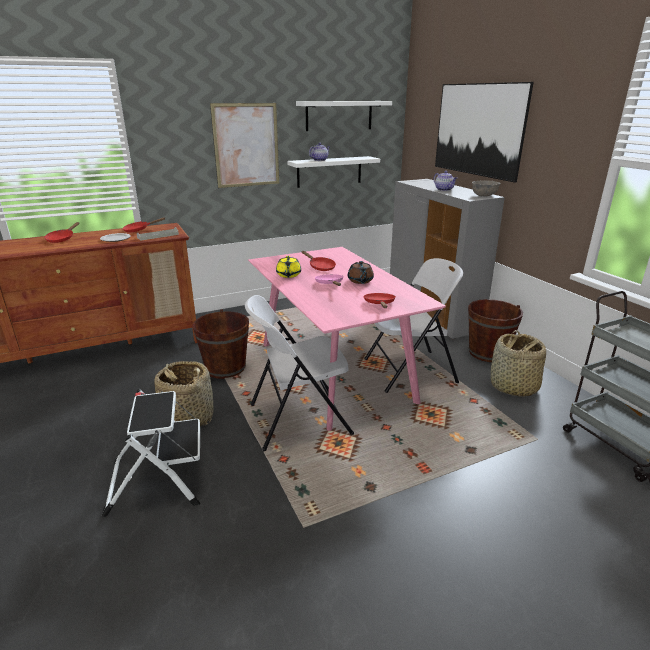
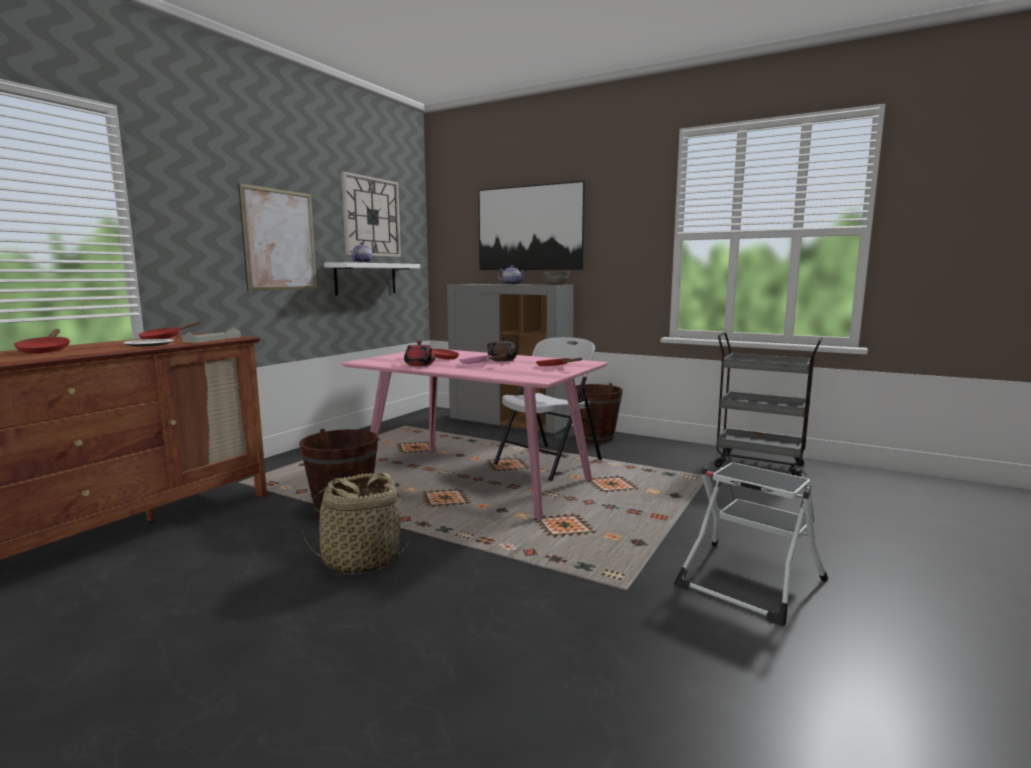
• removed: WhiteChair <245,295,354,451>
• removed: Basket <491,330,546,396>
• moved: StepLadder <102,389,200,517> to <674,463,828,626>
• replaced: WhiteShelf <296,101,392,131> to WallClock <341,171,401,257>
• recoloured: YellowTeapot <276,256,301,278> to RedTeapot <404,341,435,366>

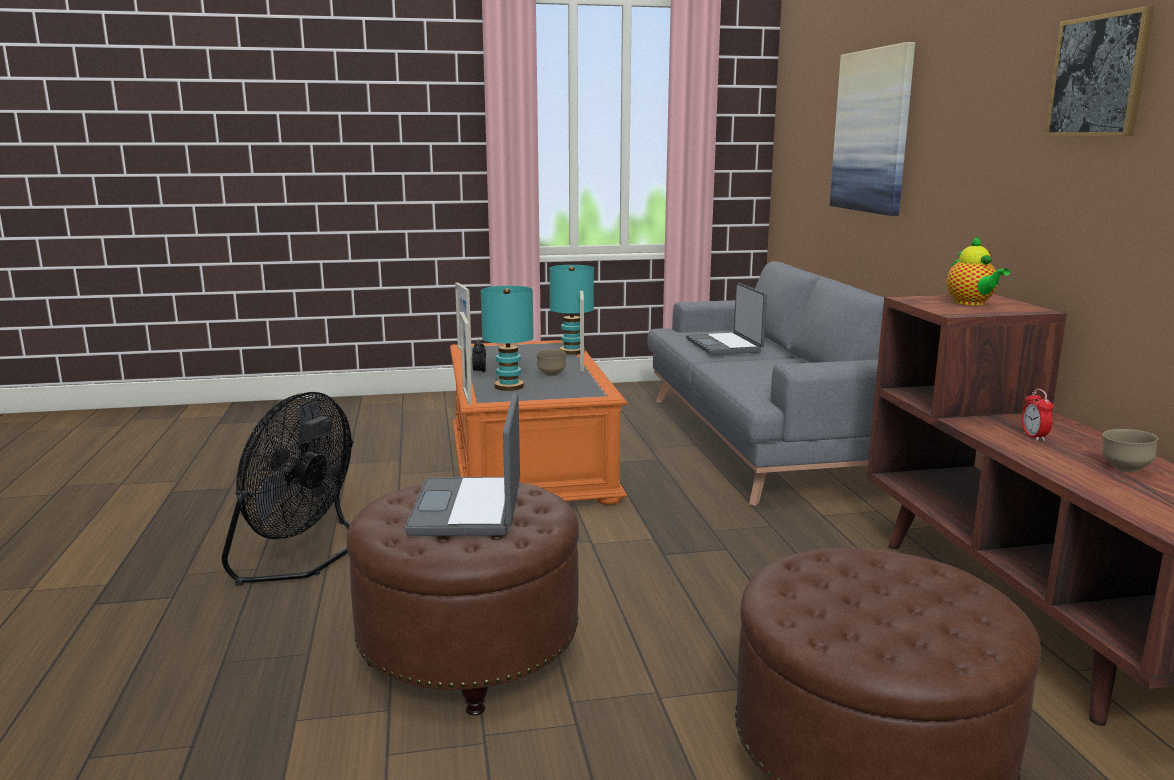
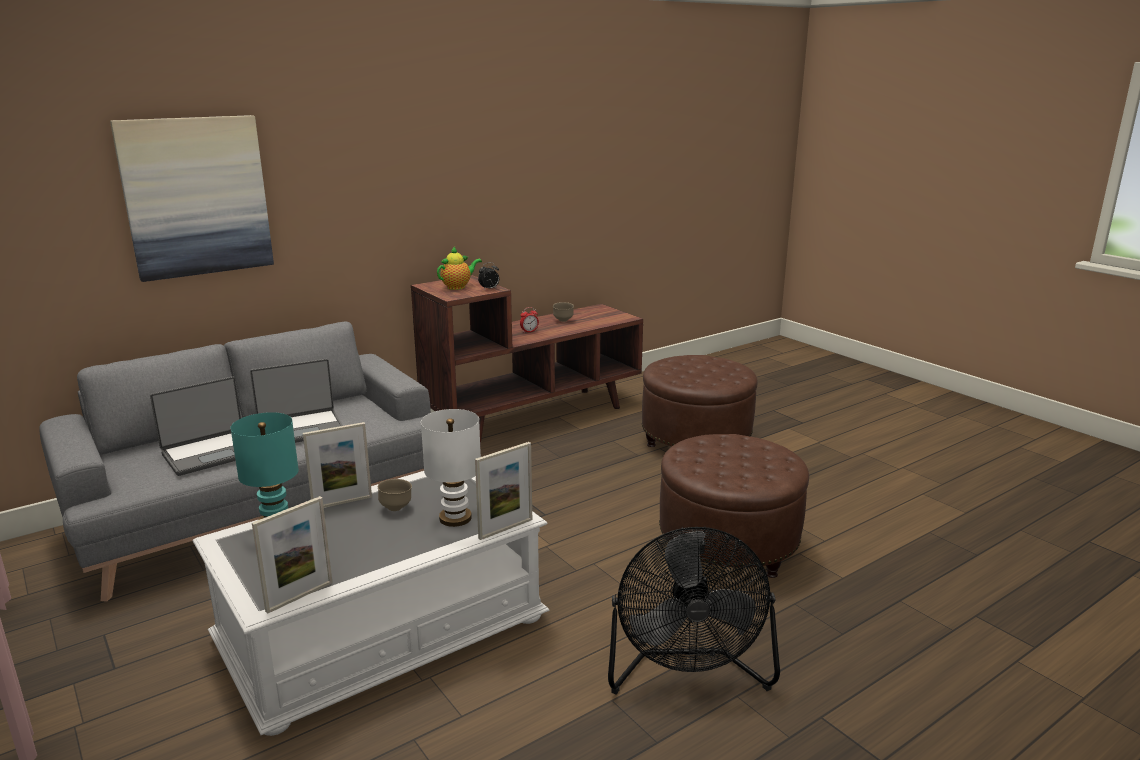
• removed: Picture <1045,6,1154,136>
• moved: Laptop <404,393,520,536> to <250,359,343,443>
• moved: AlarmClock <472,339,486,373> to <478,262,499,290>
• recoloured: OrangeCoffeeTable <450,340,627,505> to WhiteCoffeeTable <192,471,549,736>
• recoloured: TurquoiseTableLamp <481,286,534,391> to WhiteTableLamp <421,409,481,527>

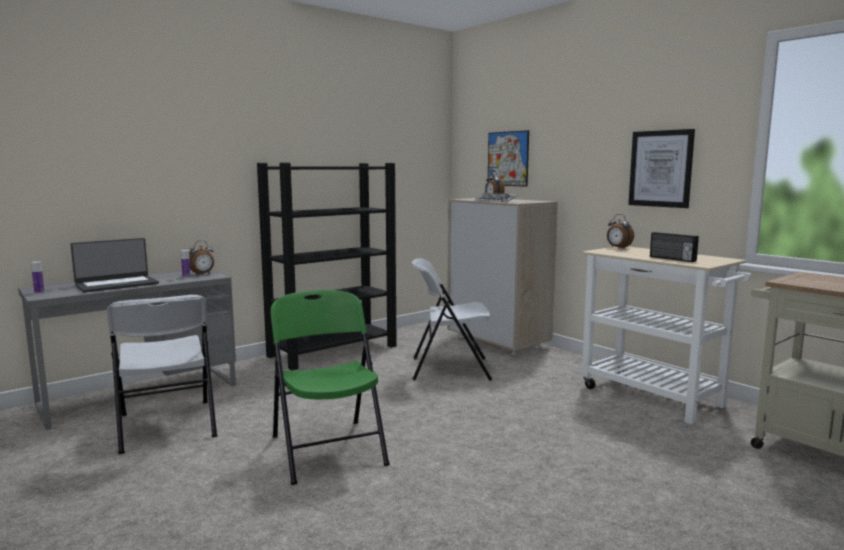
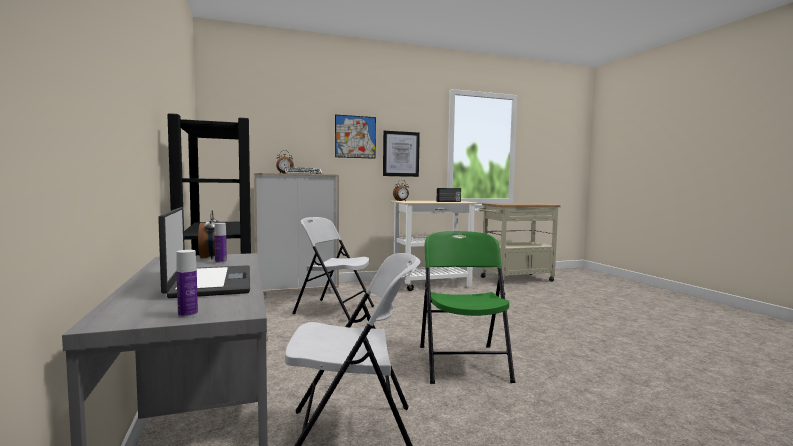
• moved: Picture <488,130,529,187> to <335,115,376,159>
• turned: GreenChair <270,290,390,485> = <420,231,516,384> 90 degrees clockwise
• turned: WhiteChair <411,258,492,381> = <292,217,374,320> 90 degrees clockwise

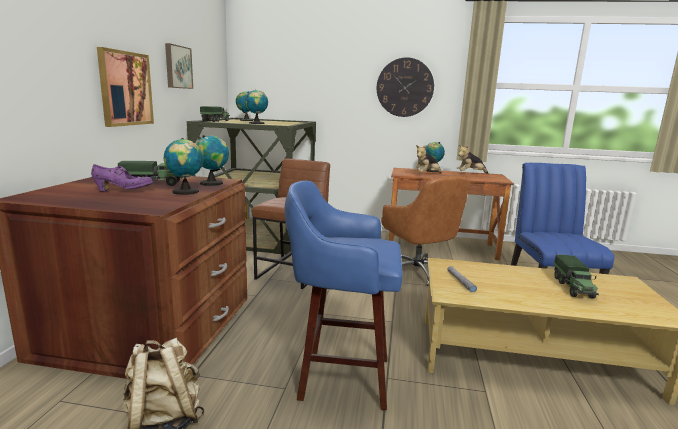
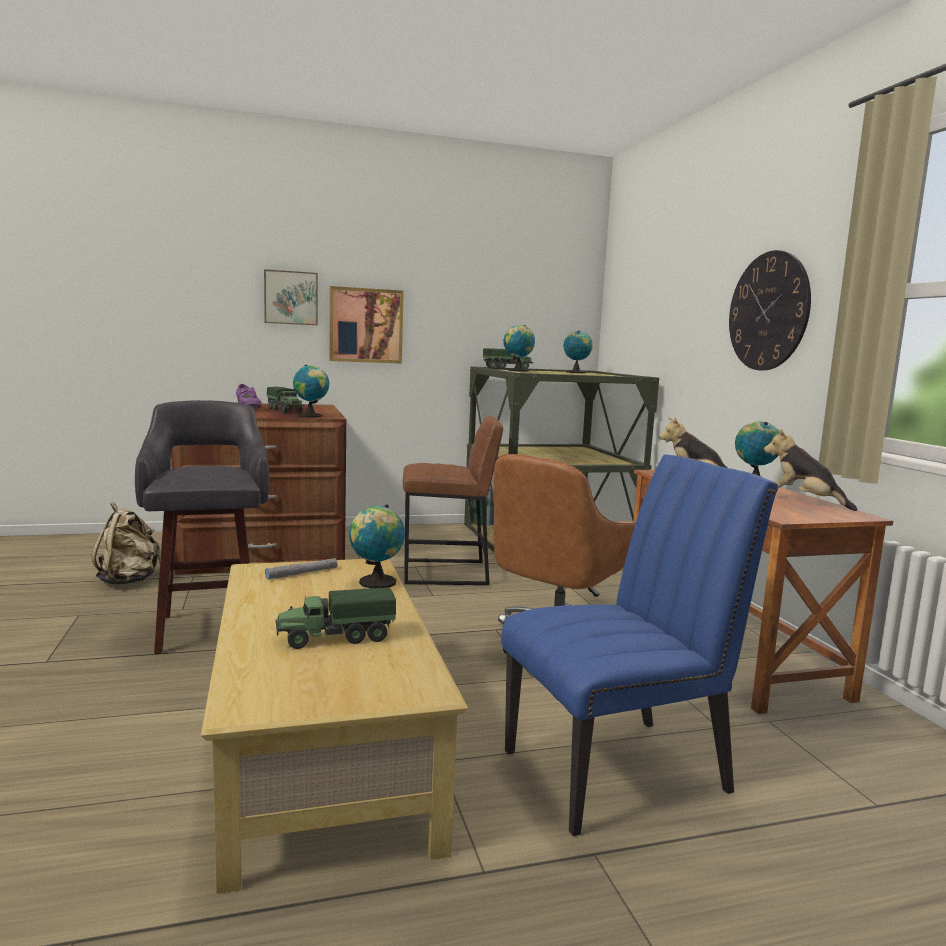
• moved: Globe <163,138,204,195> to <349,504,405,588>
• moved: Picture <165,43,193,89> to <264,269,318,325>
• recoloured: BlueStool <285,181,402,410> to GreyStool <135,400,269,654>

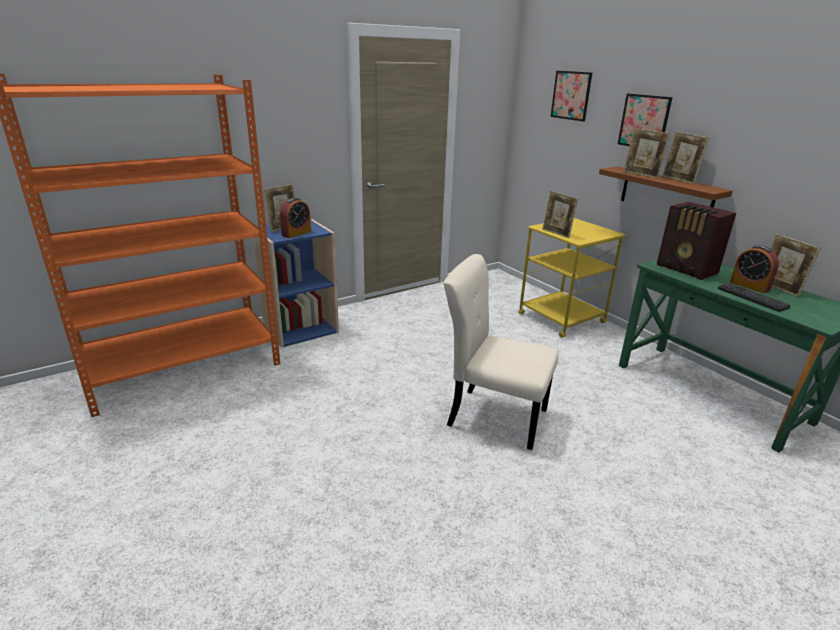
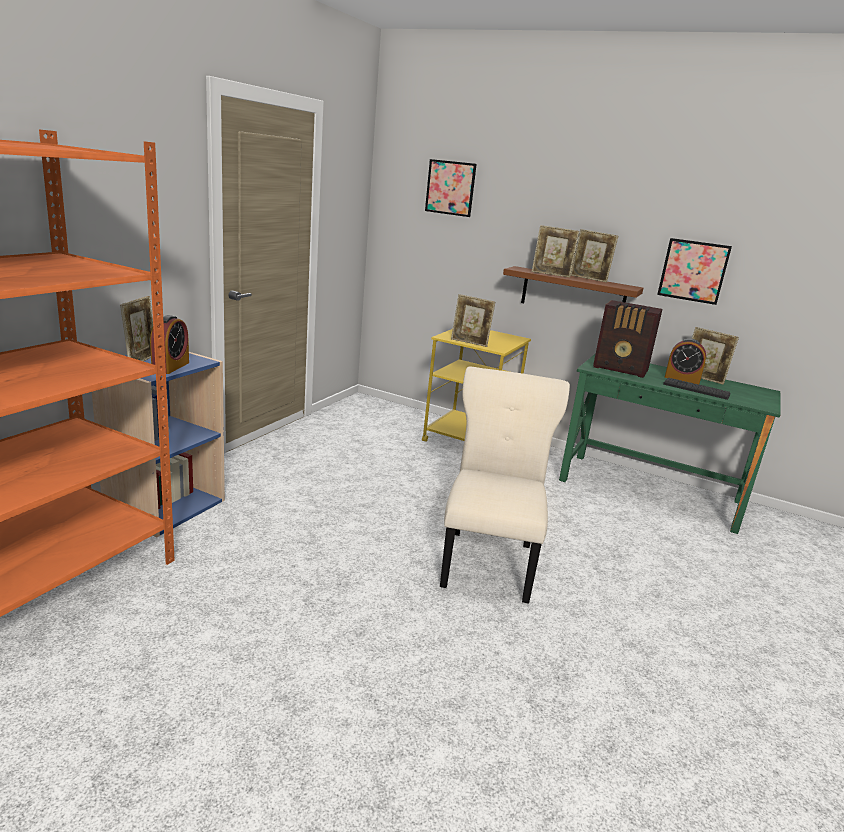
• moved: Picture <618,94,673,146> to <657,238,732,305>
• turned: BeigeChair <443,254,558,450> = <440,367,570,604> 105 degrees clockwise

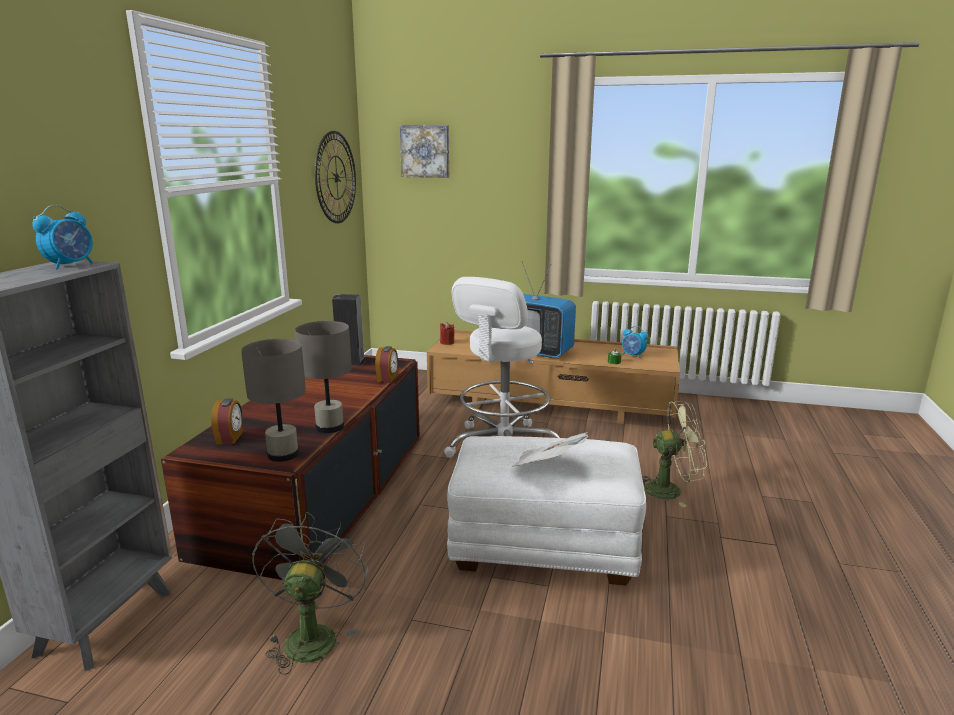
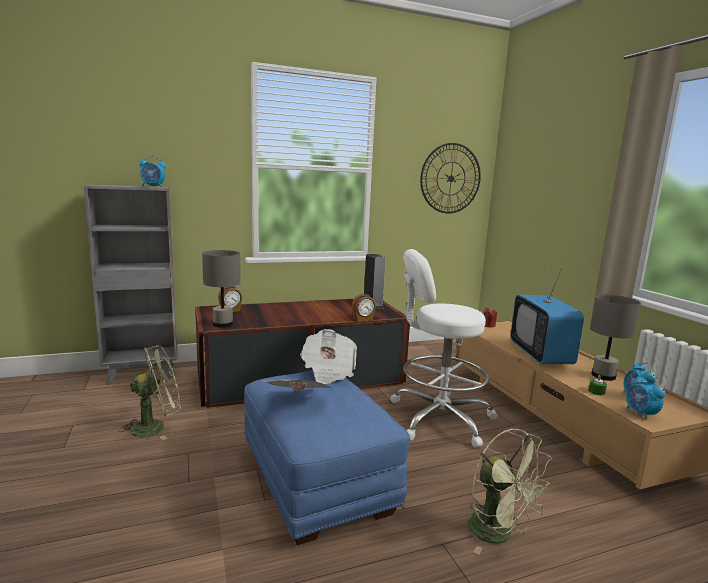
• removed: Picture <400,125,449,178>
• added: Newspaper <300,329,357,384>
• added: AlarmClock <626,376,665,420>
• moved: GreyTableLamp <295,321,352,433> to <590,294,641,381>
• recoloured: GreyFan <252,512,368,675> to GreenFan <119,345,180,440>
• recoloured: WhiteOttoman <447,436,646,586> to BlueOttoman <244,370,409,545>

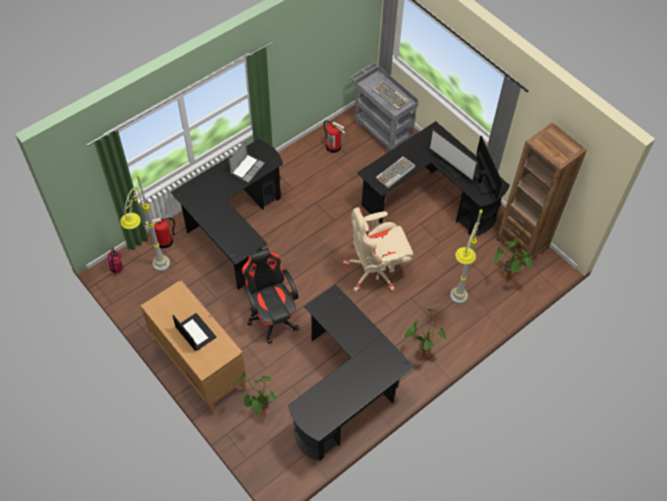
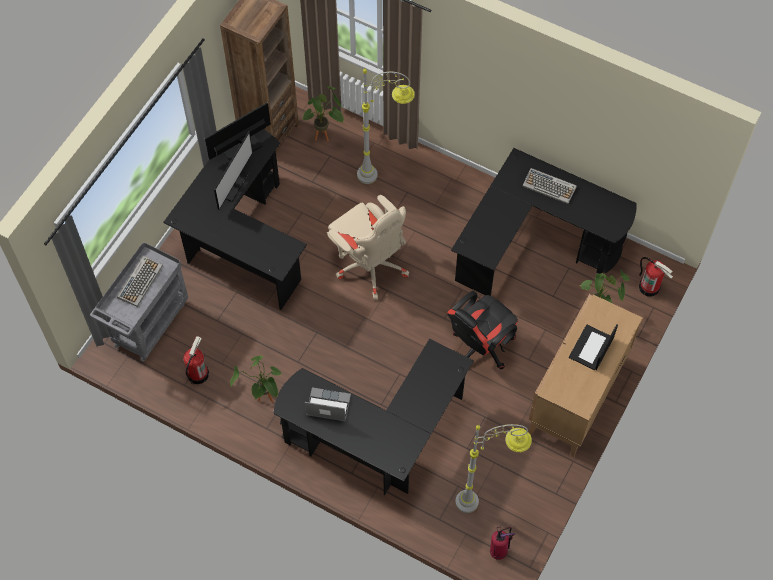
• moved: FireExtinguisher <145,218,175,249> to <639,257,673,297>
• moved: Keyboard <376,156,415,188> to <523,168,577,204>
• moved: PottedPlant <405,307,447,359> to <230,355,282,402>

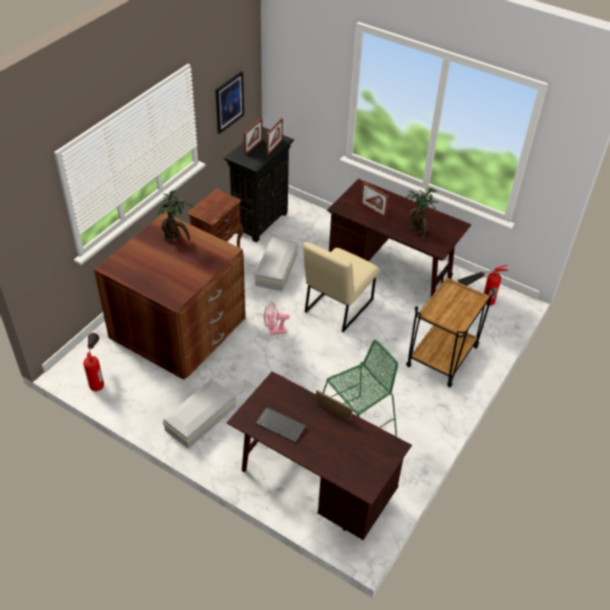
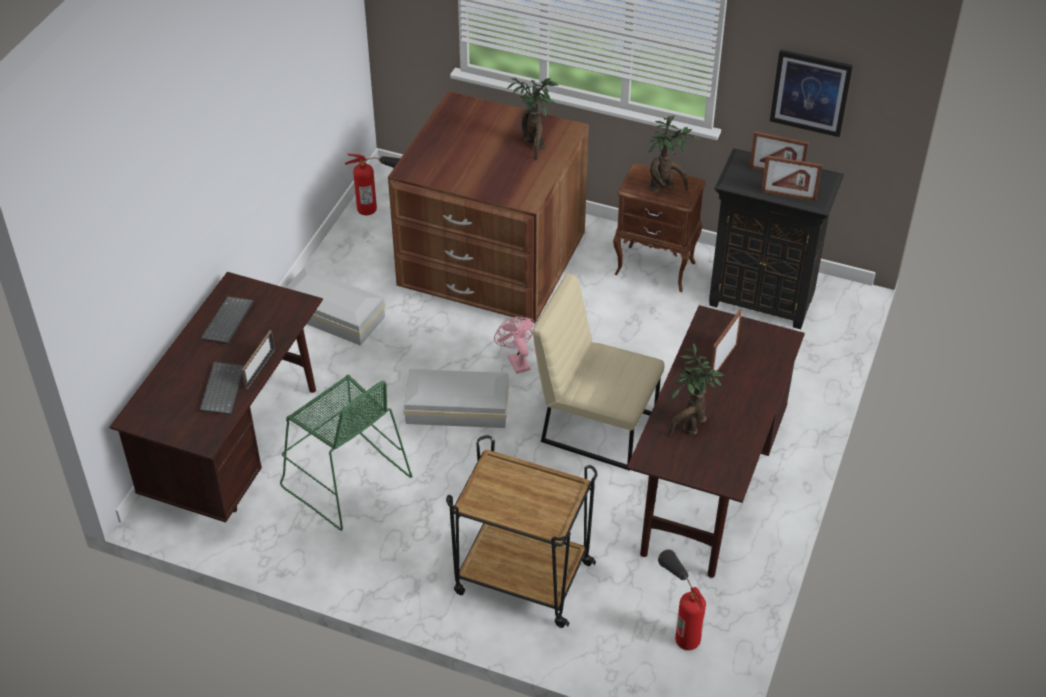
• added: Keyboard <200,362,244,415>
• added: PottedPlant <649,115,701,192>
• moved: WhiteStorageBox <254,237,298,291> to <403,369,509,428>

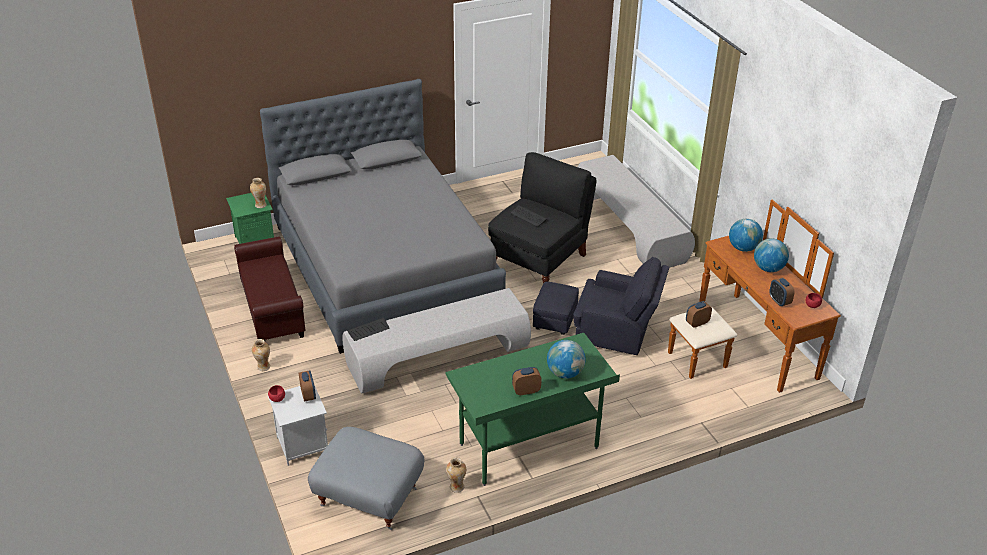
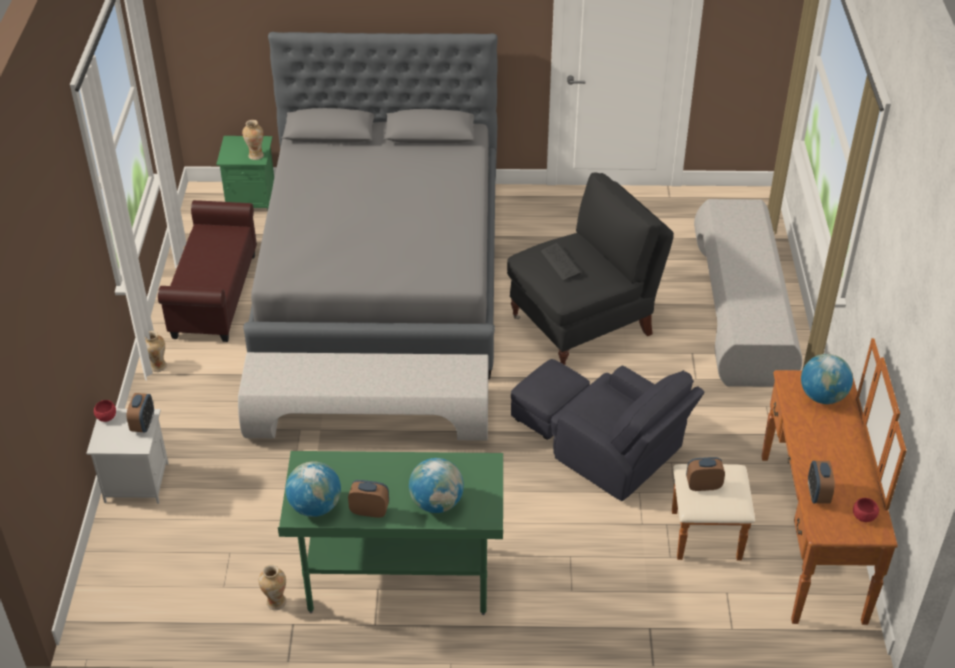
• removed: GreyOttoman <308,427,424,530>
• removed: Keyboard <347,318,390,341>
• moved: Globe <754,238,789,272> to <286,461,341,517>

